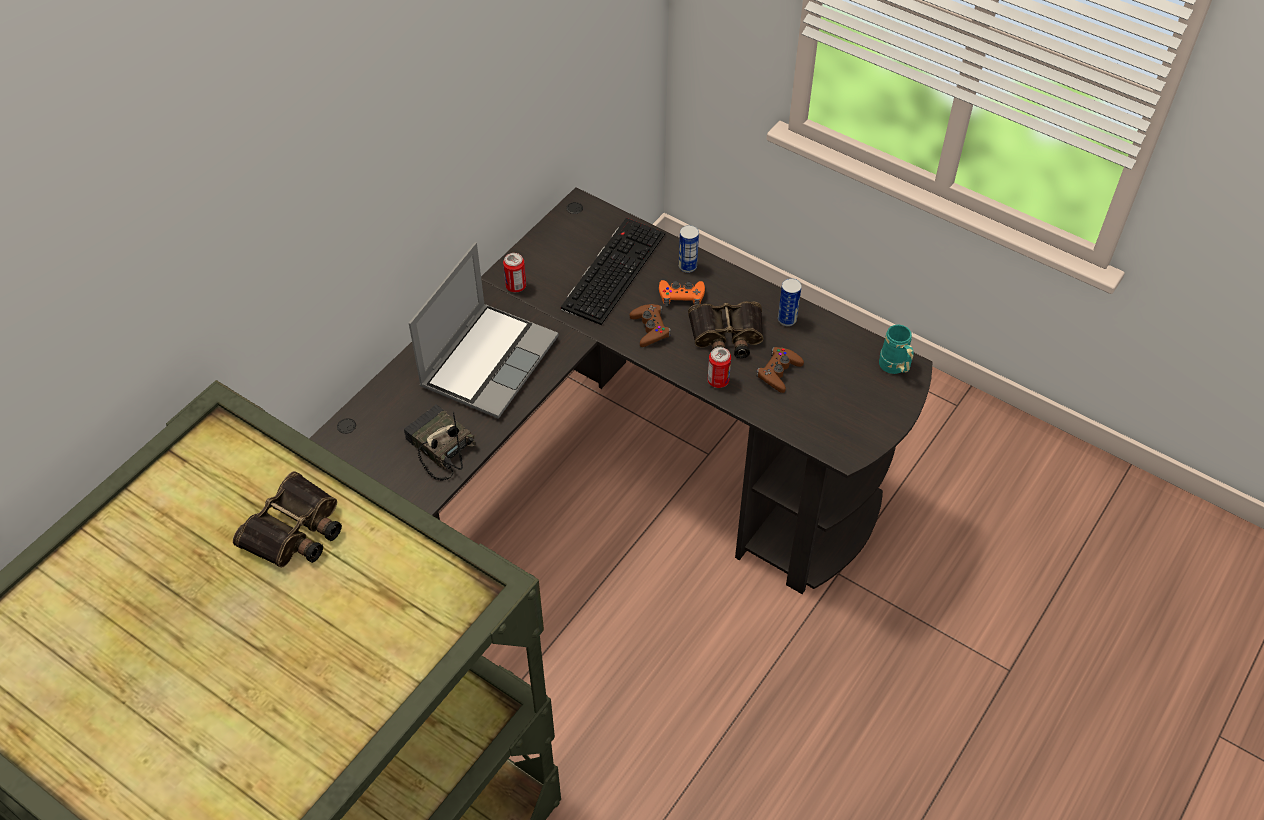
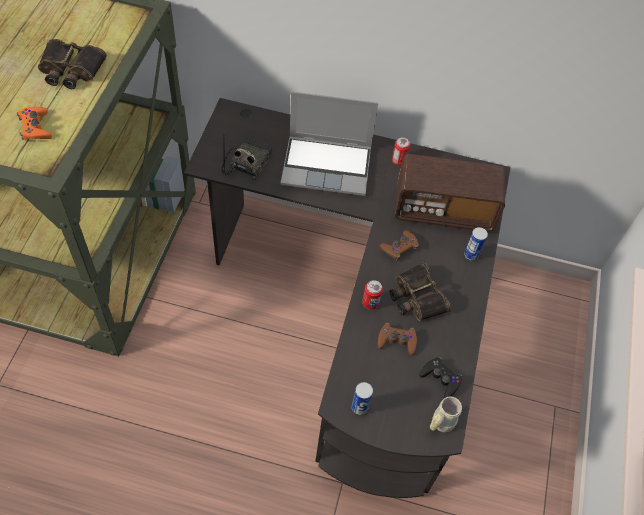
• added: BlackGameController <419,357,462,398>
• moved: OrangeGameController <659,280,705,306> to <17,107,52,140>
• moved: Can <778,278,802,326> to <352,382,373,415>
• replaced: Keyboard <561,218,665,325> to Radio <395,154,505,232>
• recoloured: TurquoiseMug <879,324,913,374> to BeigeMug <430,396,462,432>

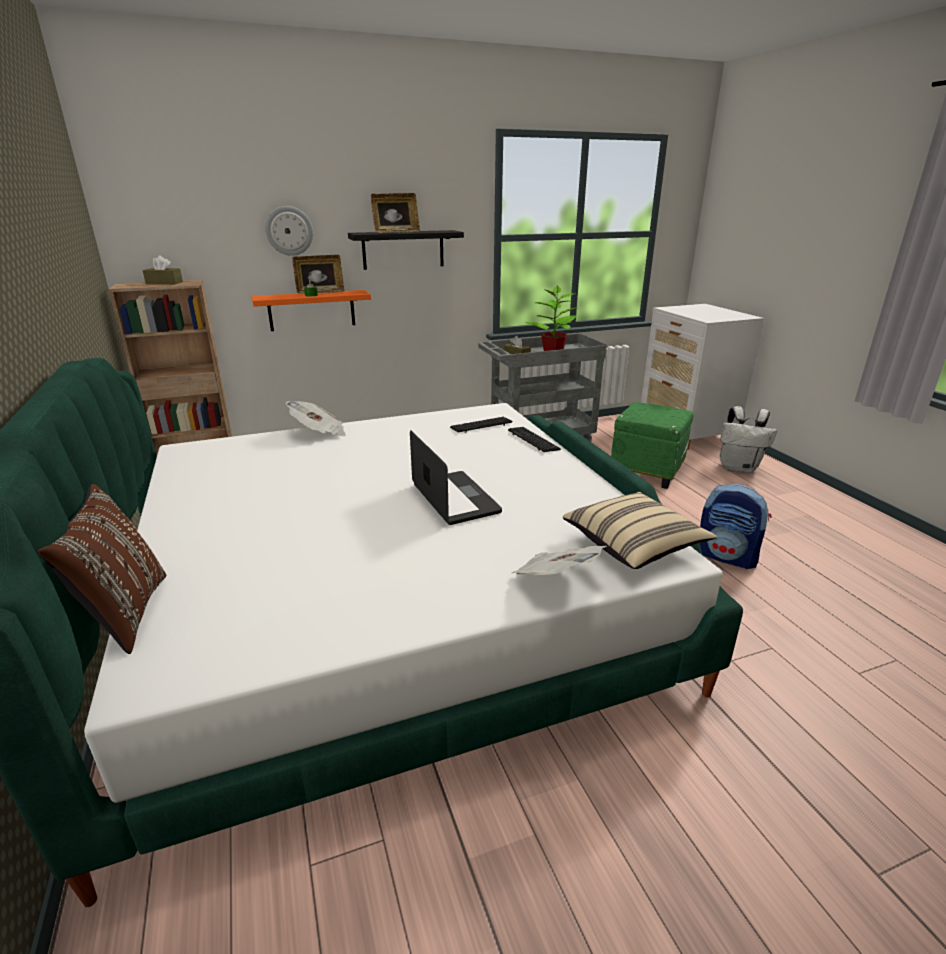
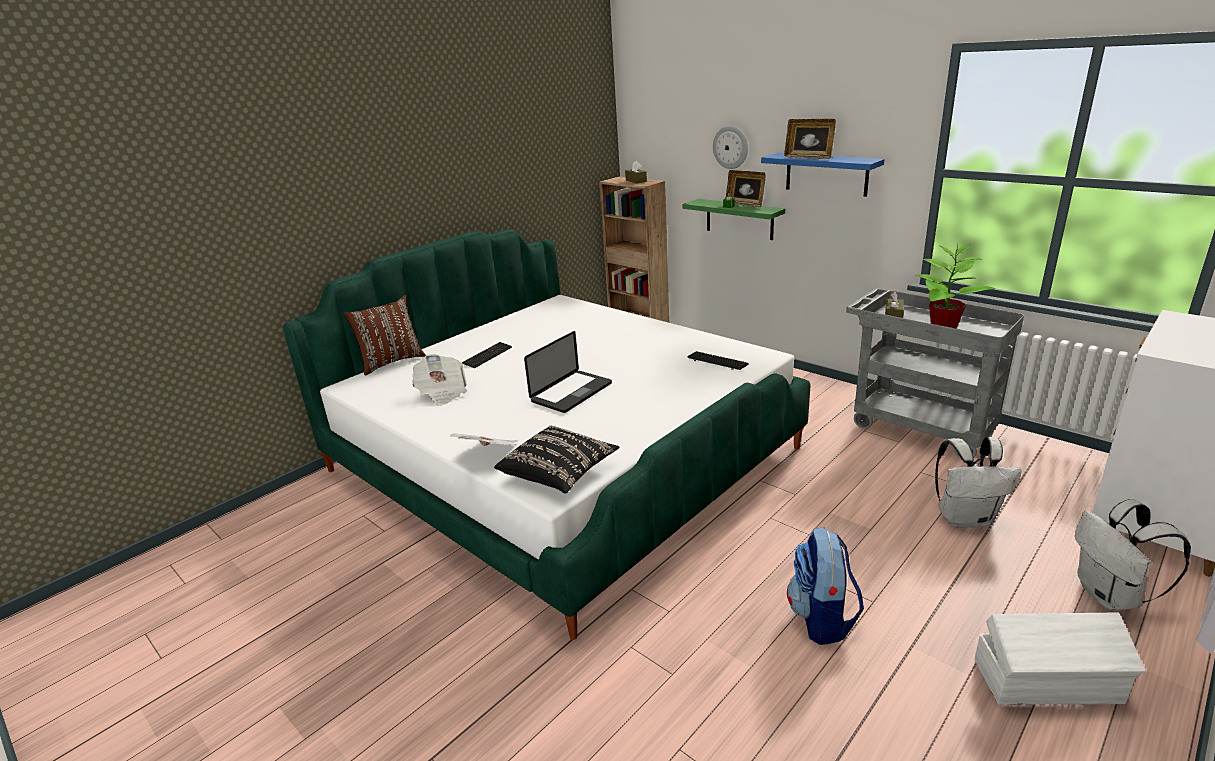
• added: WhiteStorageBox <975,613,1145,705>
• moved: Newspaper <286,401,346,436> to <412,354,467,406>
• moved: Keyboard <508,427,561,452> to <462,342,512,368>
• replaced: GreenOttoman <611,402,694,489> to WhiteBackpack <935,437,1022,527>
• recoloured: OrangeShelf <252,290,371,331> to GreenShelf <682,199,785,240>
• recoloured: BlackShelf <348,230,464,270> to BlueShelf <761,153,884,197>
• recoloured: BeigePillow <563,492,717,569> to BlackPillow <494,426,619,494>

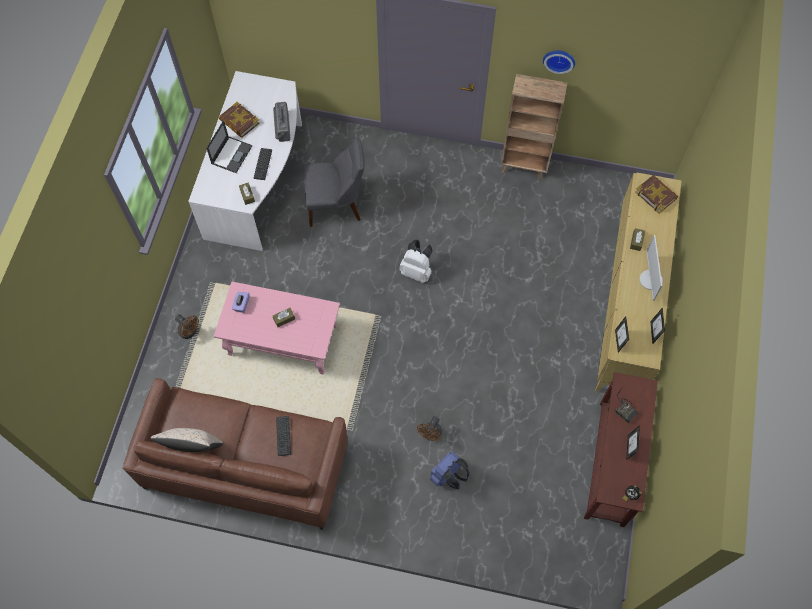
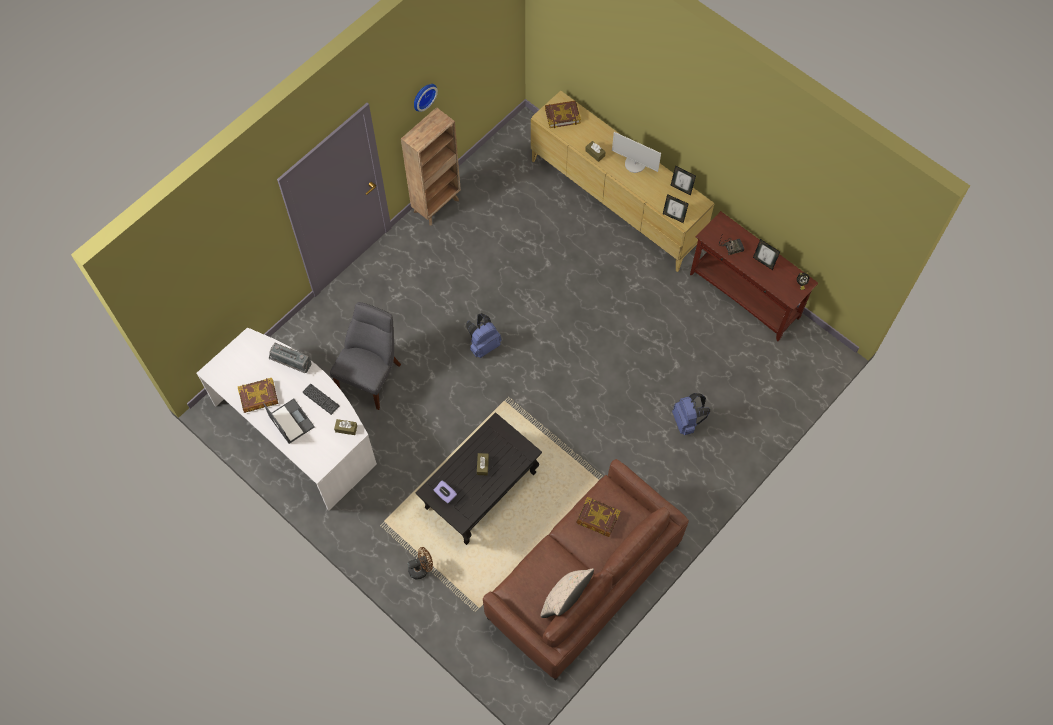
• removed: BrownFan <417,416,442,441>
• replaced: Keyboard <276,416,291,456> to Book <576,497,621,537>
• recoloured: PinkCoffeeTable <214,282,340,375> to BlackCoffeeTable <415,412,542,545>
• recoloured: WhiteBackpack <399,240,433,283> to BlueBackpack <466,313,502,358>

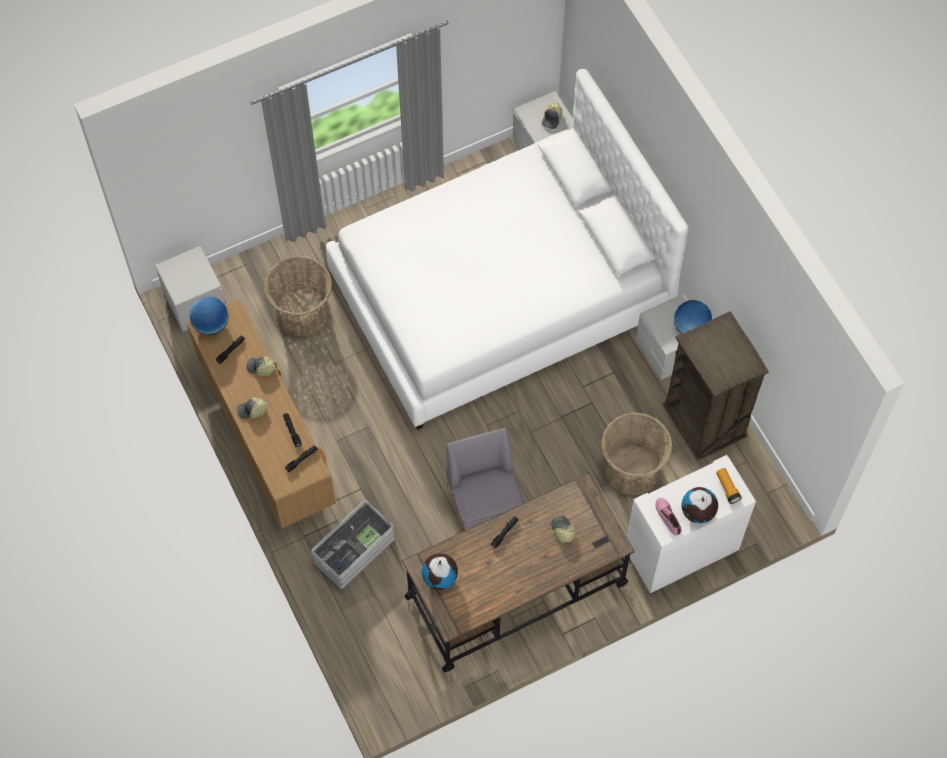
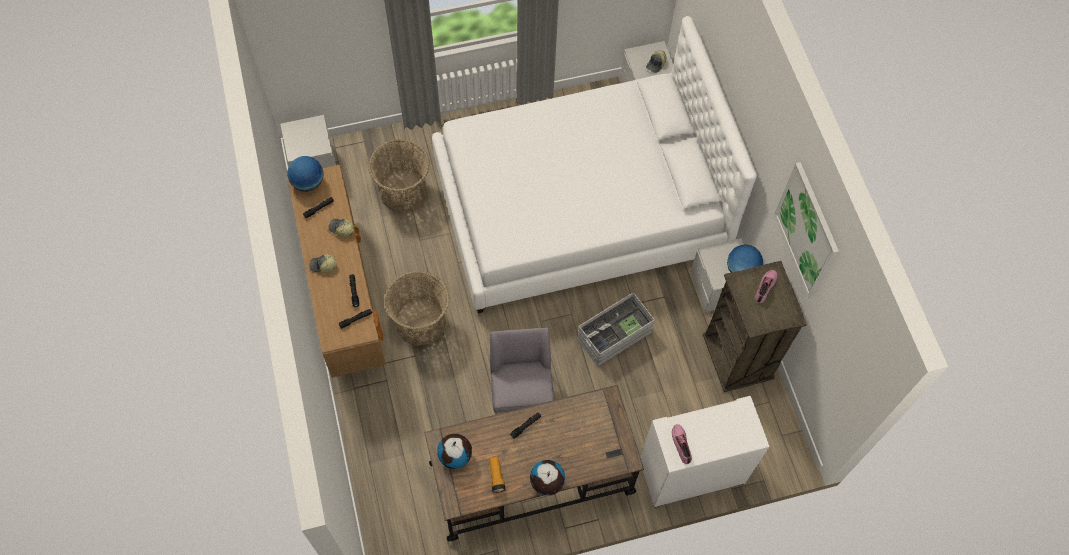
• removed: Cap <551,516,575,543>
• added: Shoe <755,270,777,303>
• added: Picture <774,162,839,298>
• moved: GreyStorageBox <311,500,395,589> to <577,293,655,366>
• moved: Basket <602,412,672,495> to <384,271,449,346>
• moved: Globe <682,487,718,524> to <530,460,565,496>
• moved: Flashlight <716,468,742,504> to <489,457,506,493>

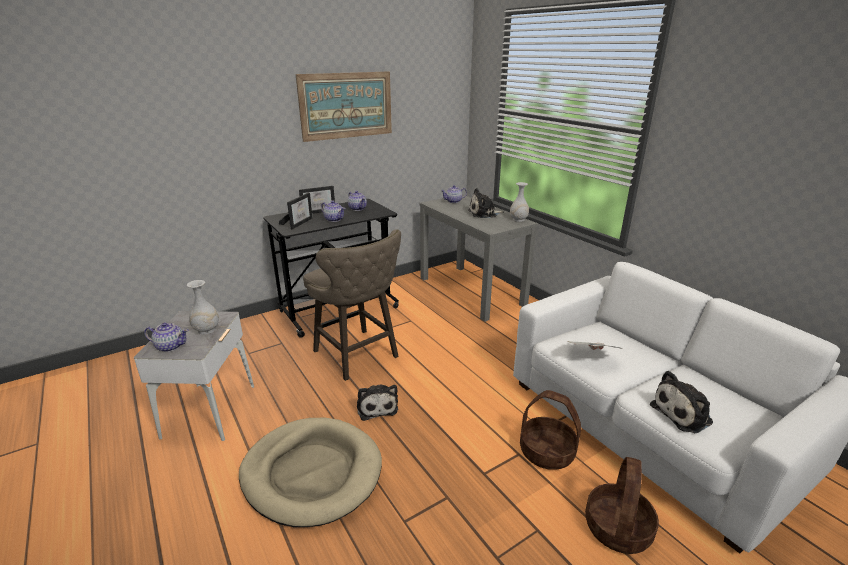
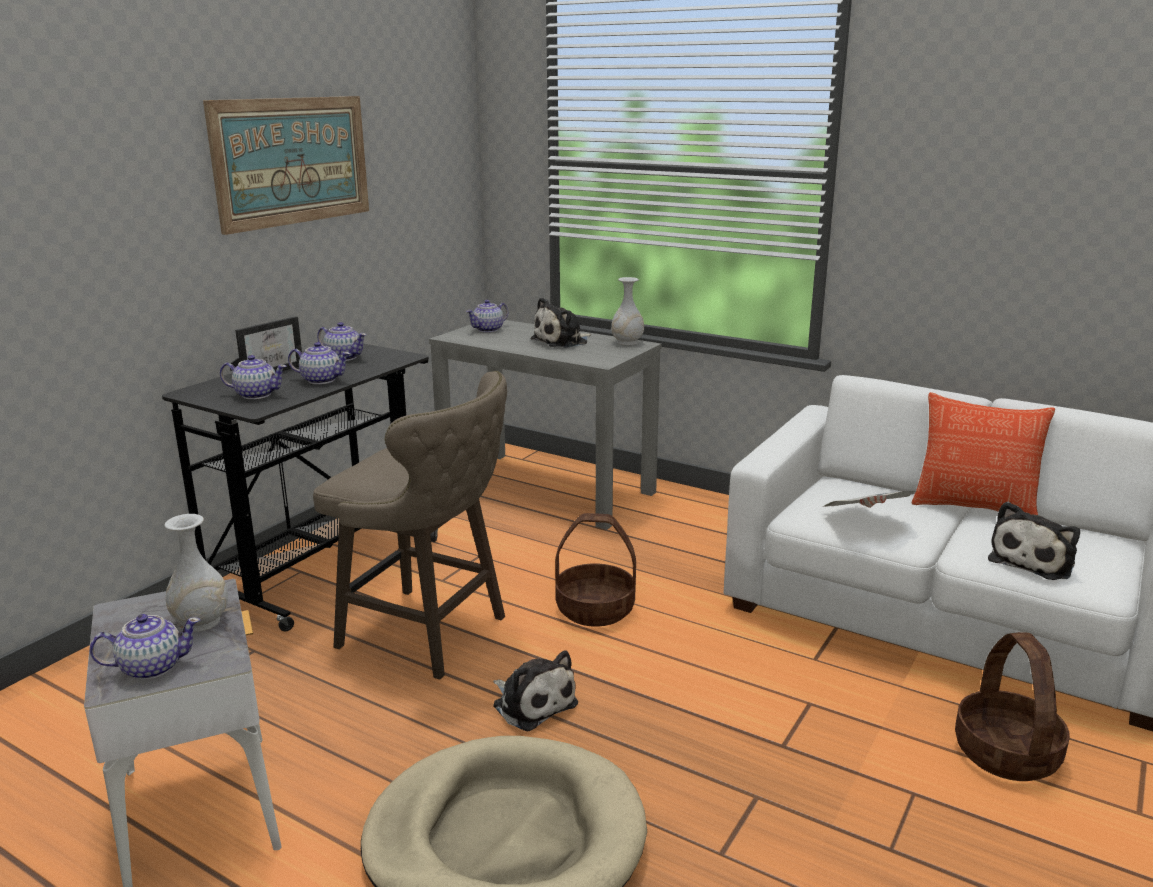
• added: OrangePillow <912,392,1055,515>
• moved: Basket <520,390,581,470> to <555,513,636,626>
• replaced: PictureFrame <279,193,313,229> to Teapot <220,355,287,399>

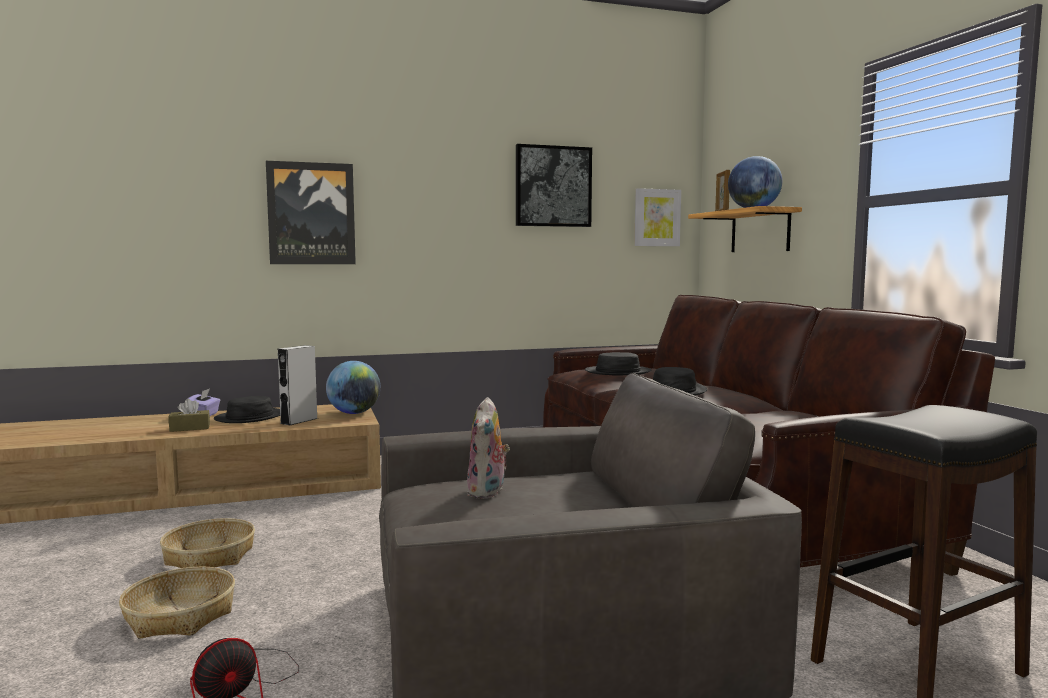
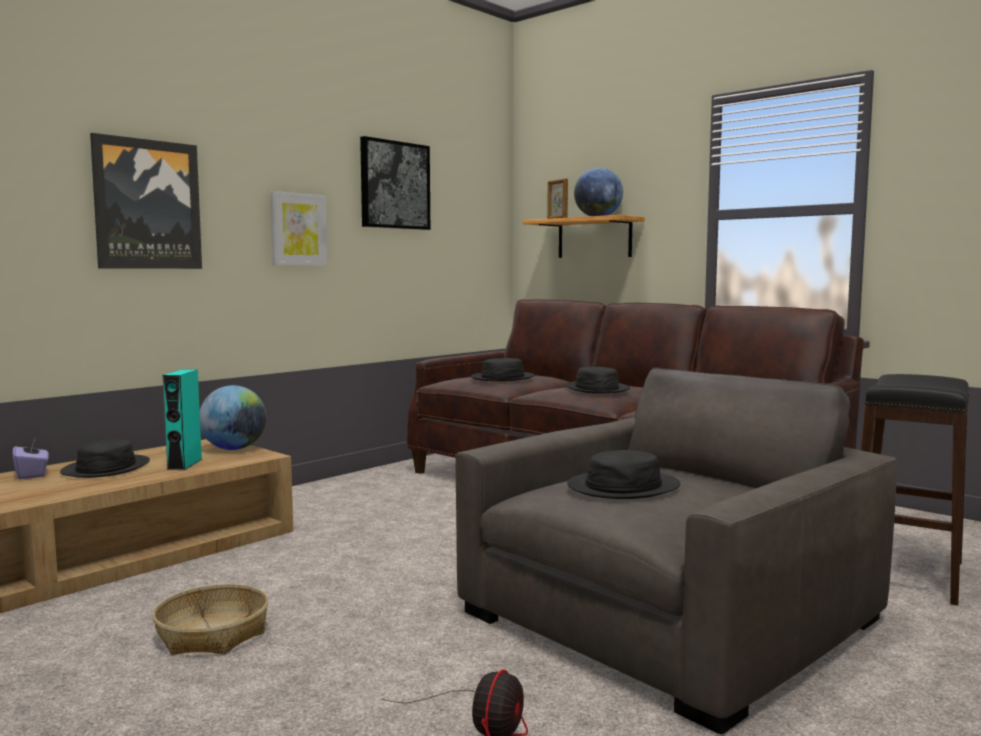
• removed: Basket <119,567,235,639>
• removed: BrownTissueBox <168,399,210,432>
• moved: Picture <634,188,681,246> to <270,191,327,265>
• replaced: PlushToy <467,397,510,499> to BlackHat <567,450,680,499>
• recoloured: GreySpeaker <278,345,318,425> to TurquoiseSpeaker <163,370,202,470>

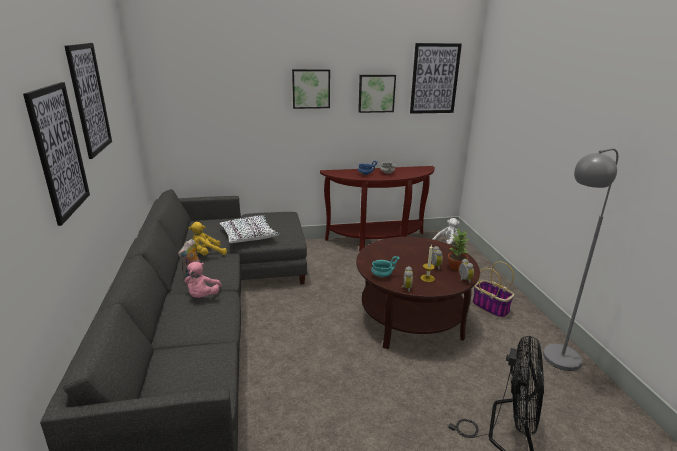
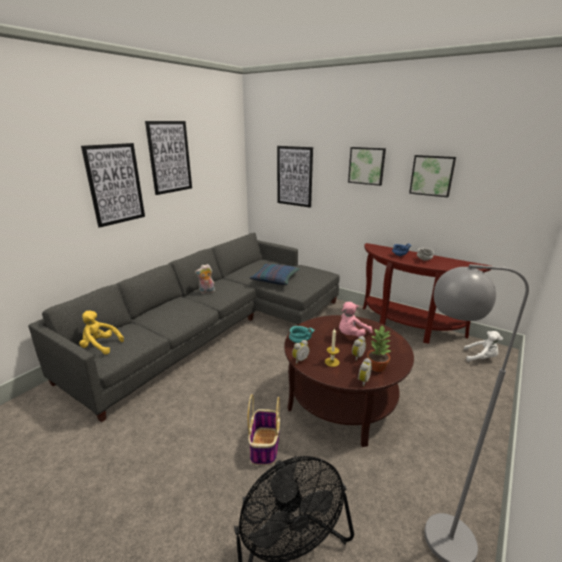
• moved: PinkPlushToy <184,262,222,298> to <339,302,372,337>
• moved: YellowPlushToy <188,222,227,255> to <79,311,124,355>
• moved: Picture <410,43,462,114> to <277,146,313,208>
• moved: Basket <472,262,514,318> to <248,394,280,465>
• recoloured: WhitePillow <220,216,279,243> to BluePillow <249,264,300,285>

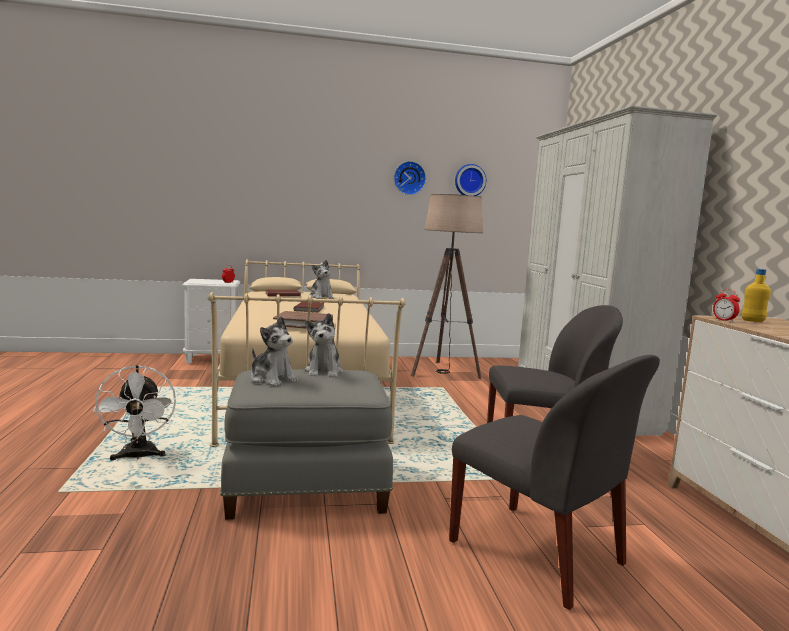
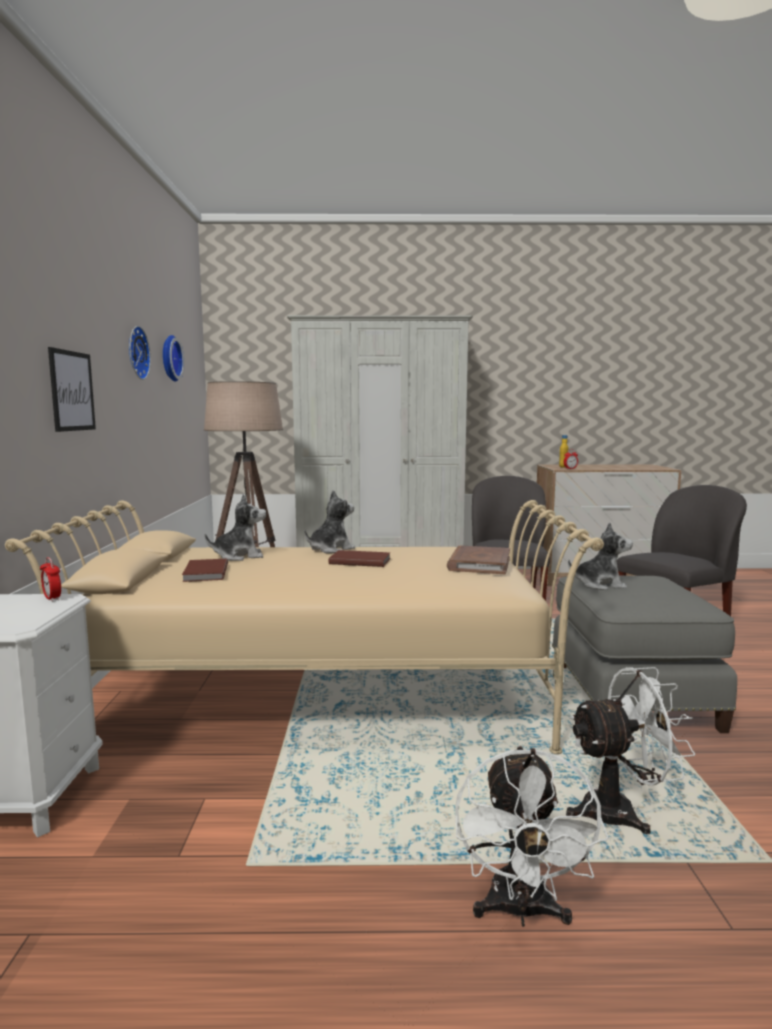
• added: Picture <48,347,96,432>
• added: WhiteFan <455,745,609,927>
• moved: PlushToy <251,316,298,387> to <304,490,355,553>

